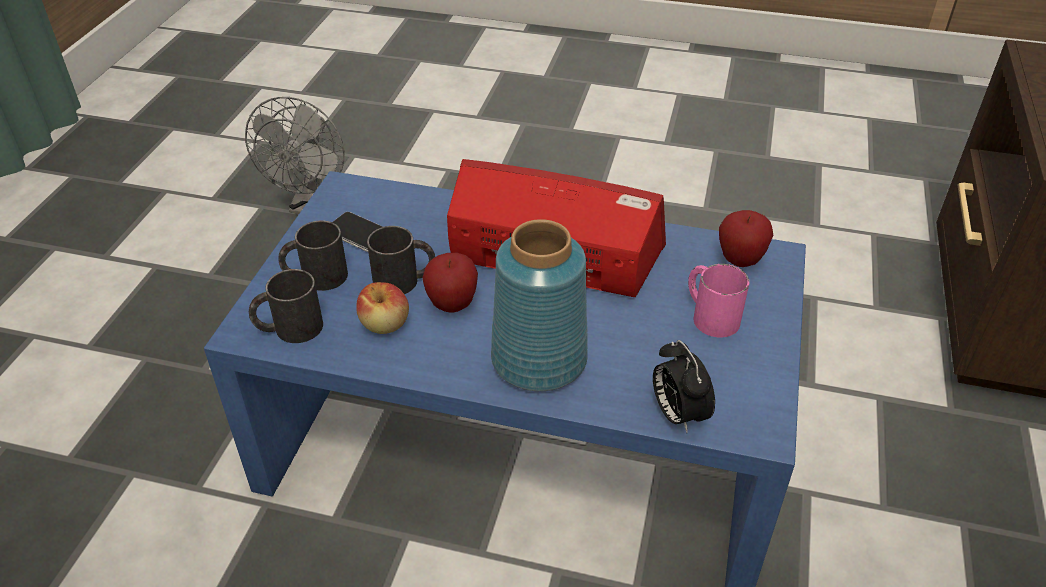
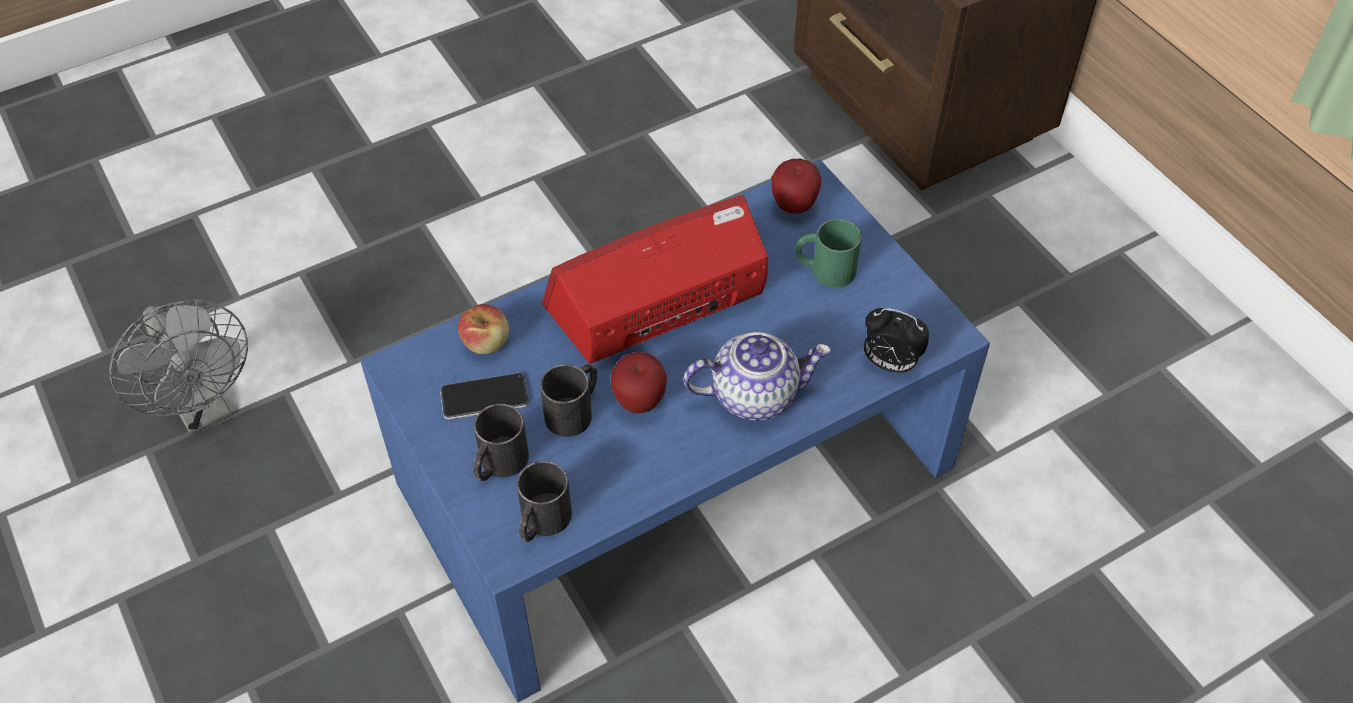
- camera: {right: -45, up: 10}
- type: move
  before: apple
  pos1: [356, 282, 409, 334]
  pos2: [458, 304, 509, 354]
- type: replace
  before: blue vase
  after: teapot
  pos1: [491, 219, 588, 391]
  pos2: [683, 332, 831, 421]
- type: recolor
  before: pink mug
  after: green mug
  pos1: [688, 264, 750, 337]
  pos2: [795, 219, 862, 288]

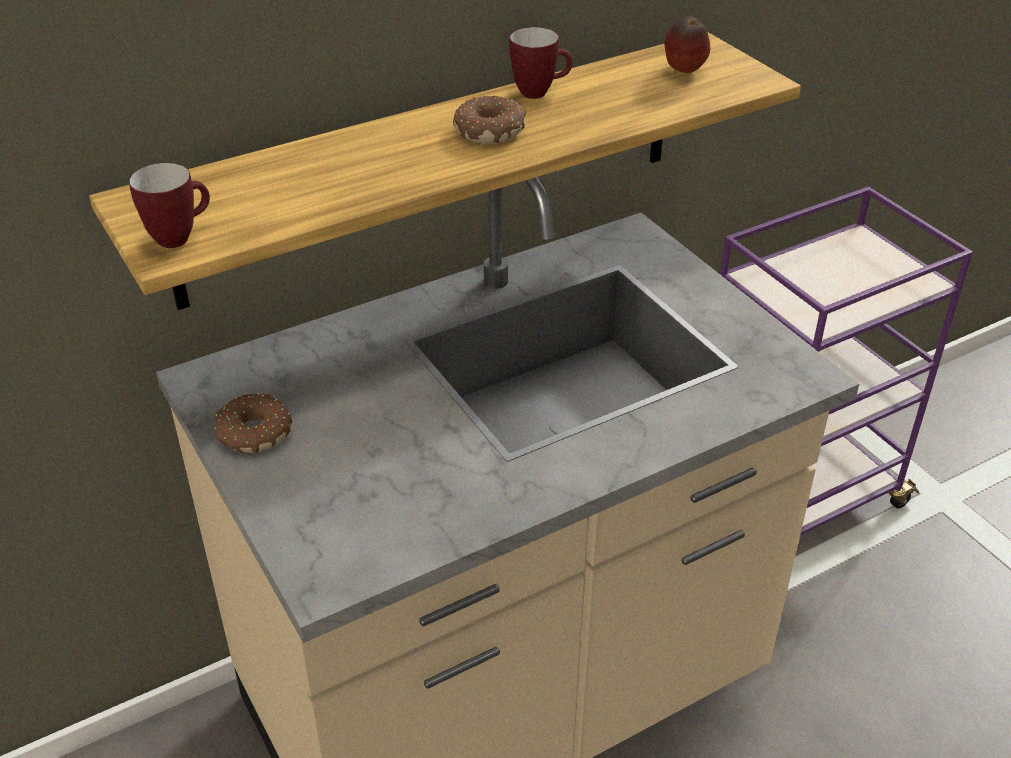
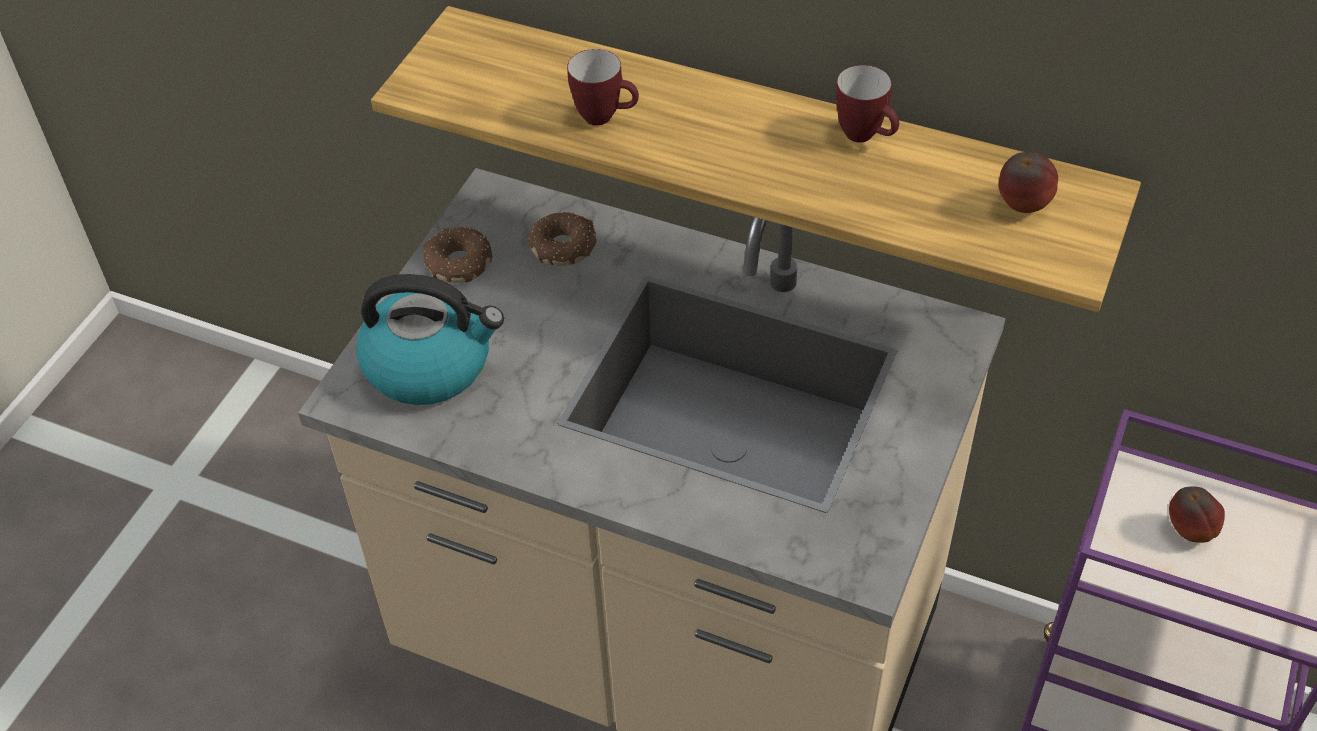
- camera: {right: 55, up: 10}
- type: insert
  after: kettle
  pos2: [356, 274, 504, 405]
- type: move
  before: donut
  pos1: [453, 95, 526, 144]
  pos2: [528, 212, 596, 266]
- type: move
  before: mug
  pos1: [129, 163, 210, 248]
  pos2: [567, 49, 639, 125]
- type: insert
  after: apple
  pos2: [1169, 487, 1225, 543]

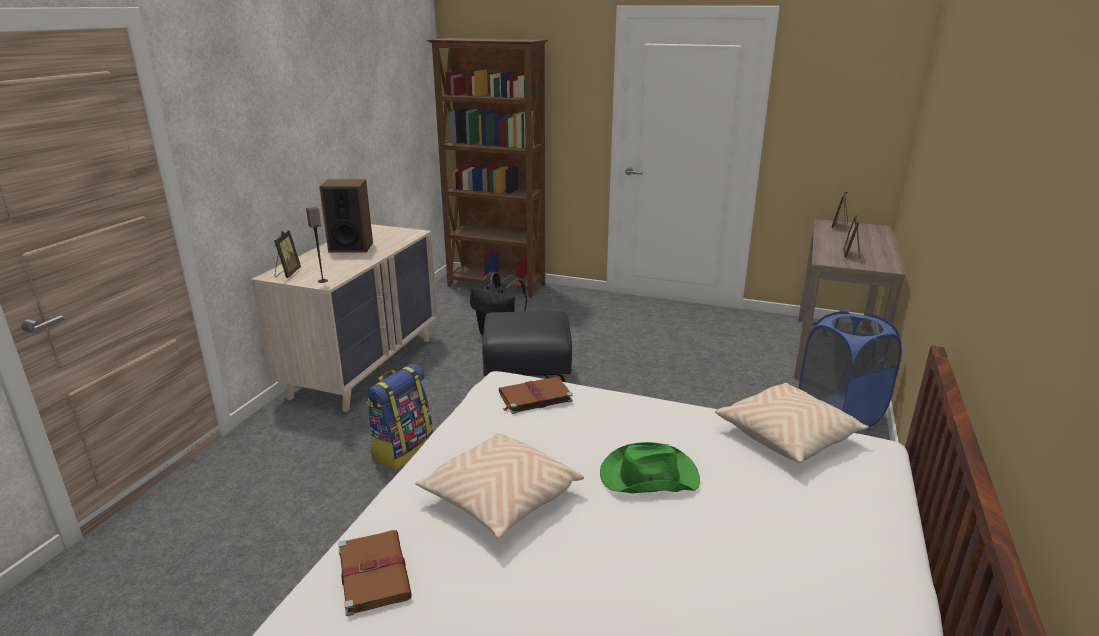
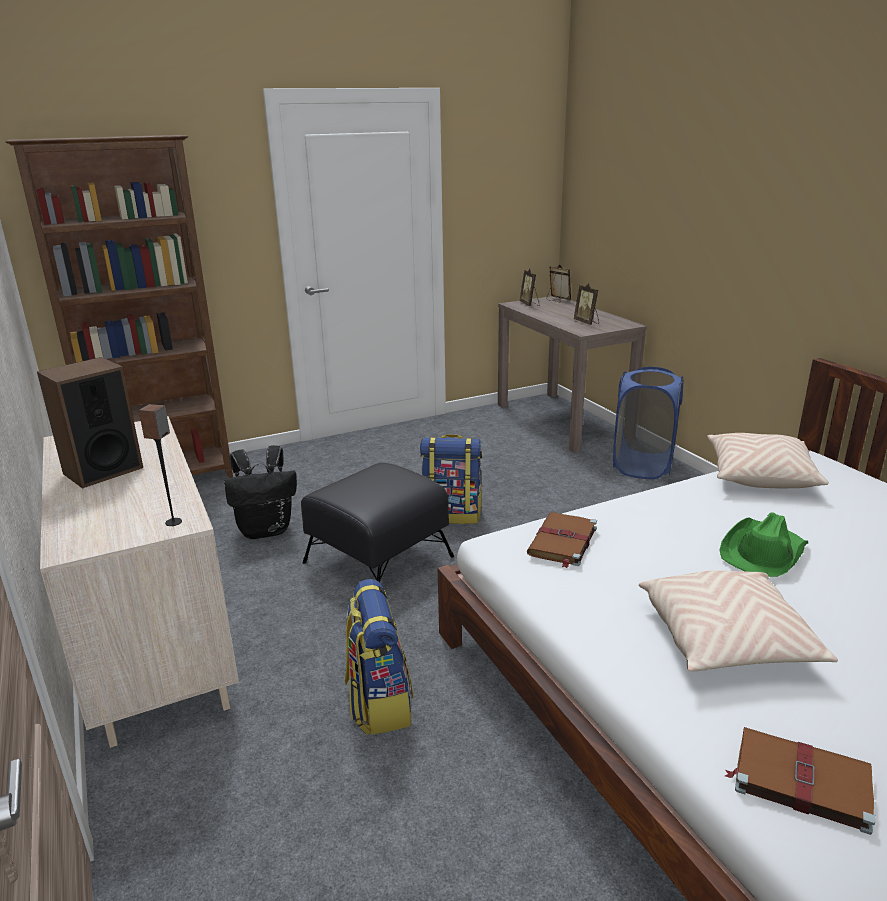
- camera: {right: -45, up: 0}
- type: insert
  after: backpack
  pos2: [420, 434, 482, 524]
- type: move
  before: picture frame
  pos1: [274, 230, 301, 278]
  pos2: [546, 265, 571, 302]

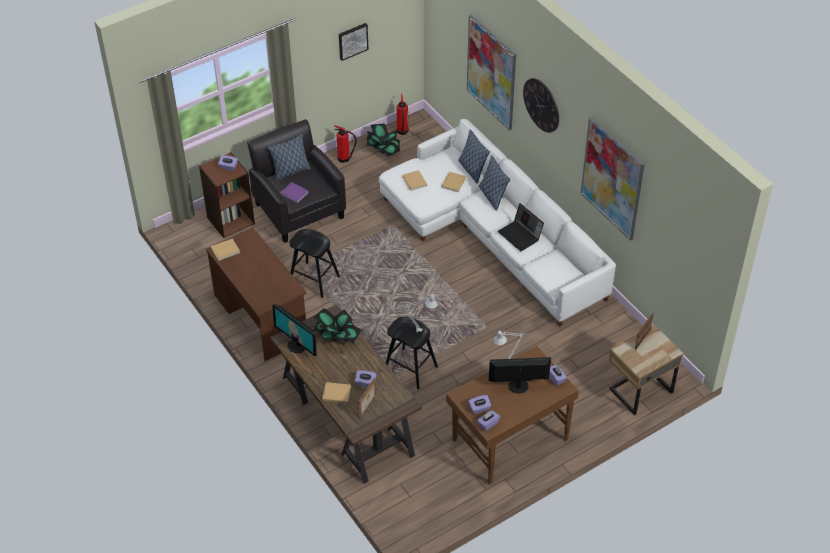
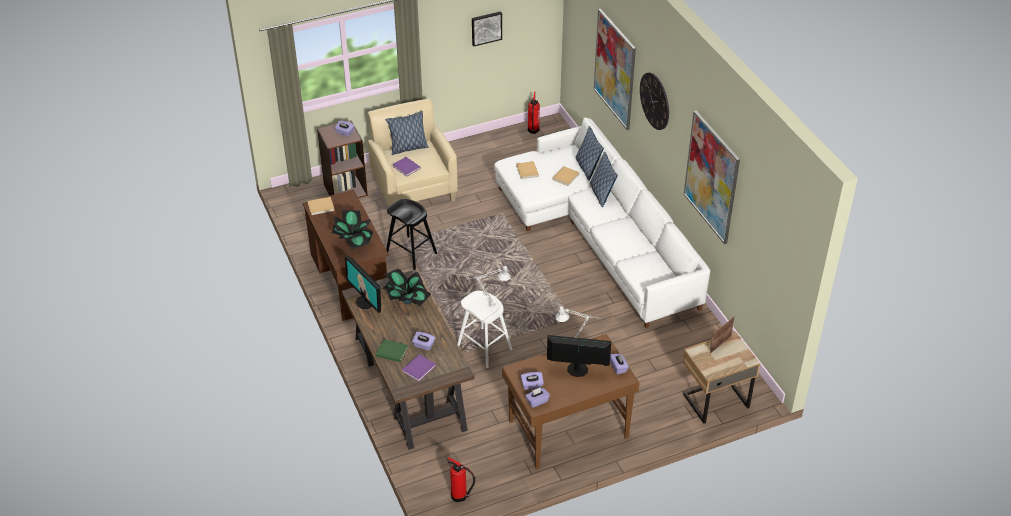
- camera: {right: 10, up: -5}
- type: move
  before: potted plant
  pos1: [367, 123, 401, 157]
  pos2: [332, 210, 373, 250]
- type: recolor
  before: black armchair
  after: beige armchair
  pos1: [247, 119, 346, 243]
  pos2: [368, 99, 458, 207]
- type: recolor
  before: beige book
  after: green book
  pos1: [322, 382, 351, 403]
  pos2: [376, 339, 408, 362]
- type: replace
  before: picture frame
  after: purple book
  pos1: [358, 377, 376, 419]
  pos2: [402, 354, 436, 382]
- type: move
  before: fire extinguisher
  pos1: [334, 125, 357, 163]
  pos2: [447, 457, 475, 502]
- type: recolor
  before: black stool
  after: white stool
  pos1: [386, 317, 438, 389]
  pos2: [457, 291, 512, 368]
- type: delete
  before: laptop
  pos1: [498, 203, 544, 251]

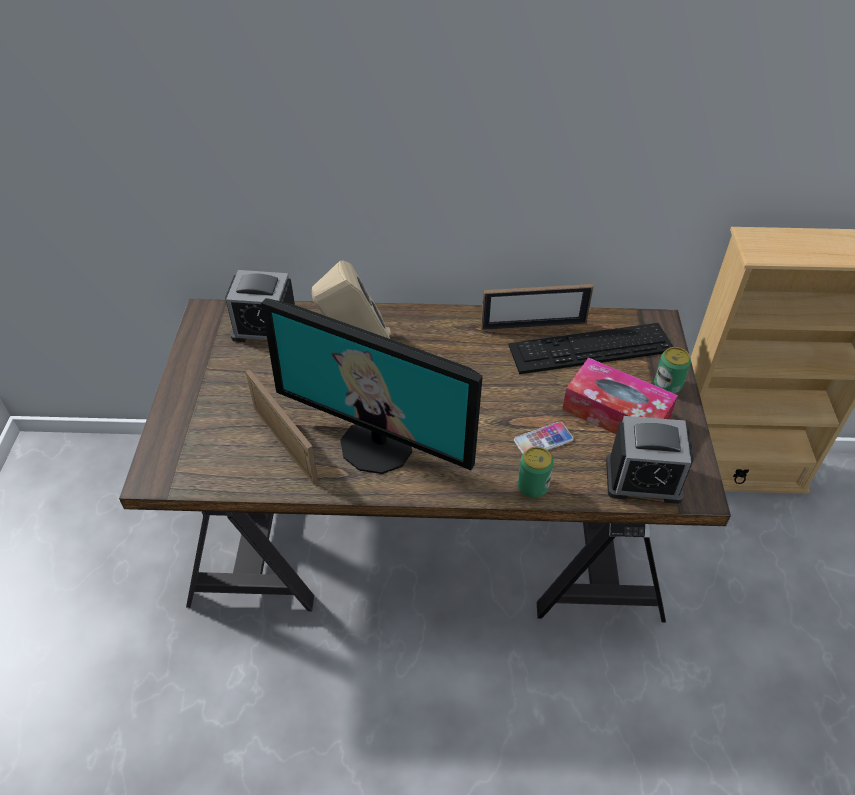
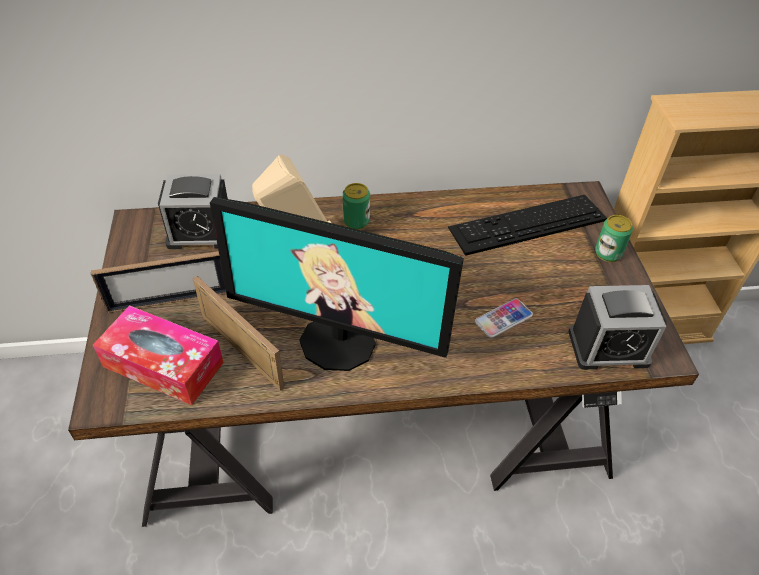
- camera: {right: -10, up: 0}
- type: move
  before: picture frame
  pos1: [481, 284, 593, 331]
  pos2: [91, 251, 226, 313]
- type: move
  before: tissue box
  pos1: [562, 357, 678, 434]
  pos2: [93, 305, 224, 405]
- type: move
  before: can
  pos1: [518, 447, 554, 498]
  pos2: [343, 183, 370, 229]

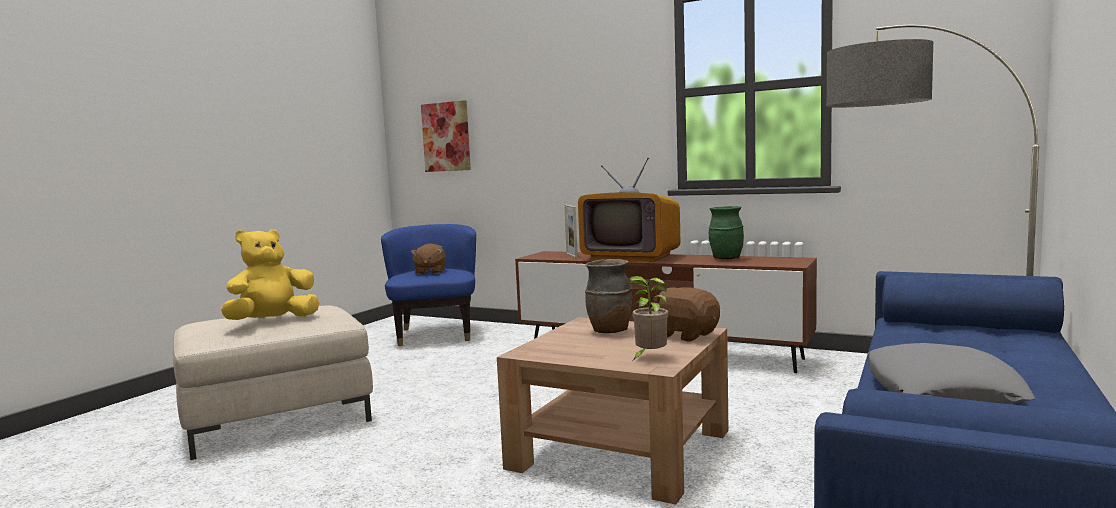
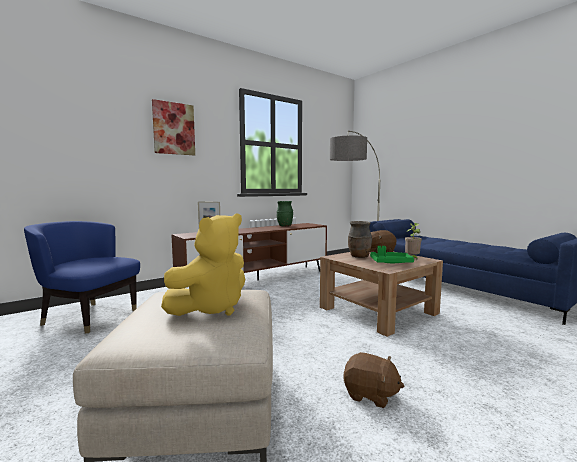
- camera: {right: -65, up: 0}
- type: move
  before: picture
  pos1: [421, 100, 471, 172]
  pos2: [152, 99, 195, 155]
- type: rotate
  before: yellow plush toy
  pos1: [221, 229, 319, 320]
  pos2: [161, 213, 245, 316]
  turn: -120
- type: move
  before: brown plush toy
  pos1: [410, 243, 446, 275]
  pos2: [344, 352, 404, 408]
- type: insert
  after: green tray
  pos2: [370, 246, 414, 263]
- type: delete
  before: television
  pos1: [578, 157, 680, 262]
- type: delete
  before: grey pillow
  pos1: [868, 343, 1036, 404]

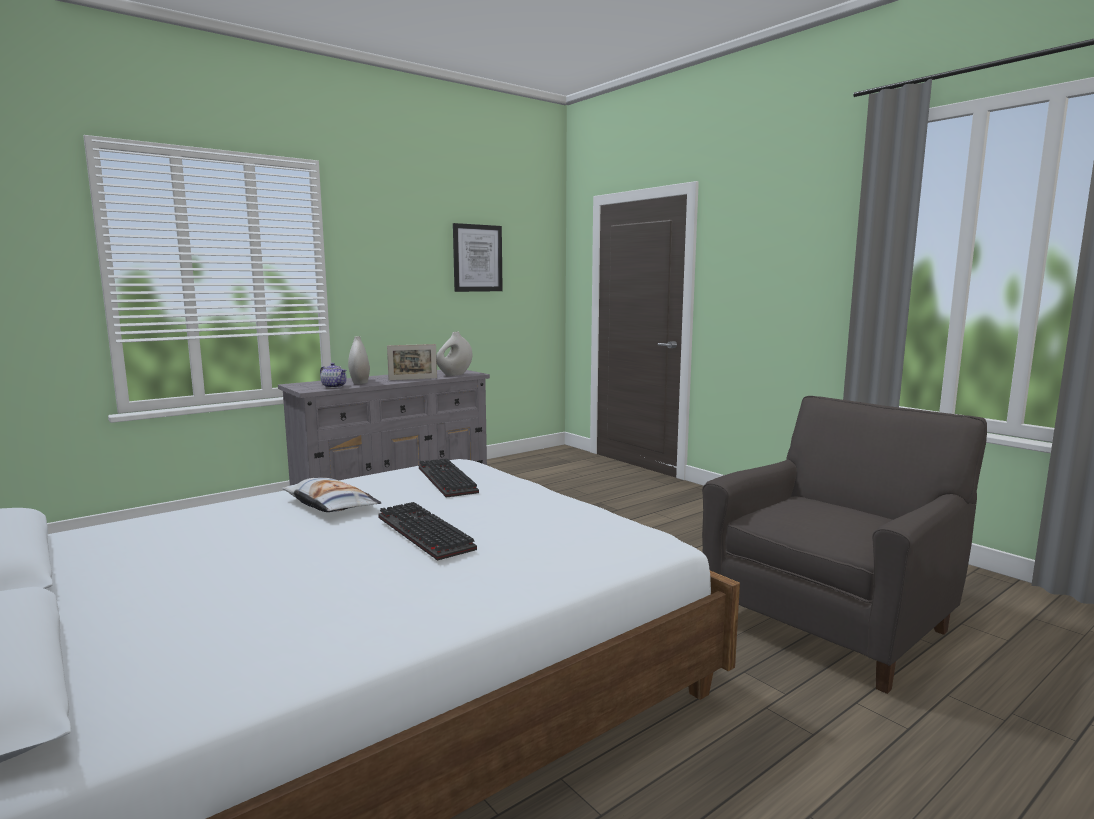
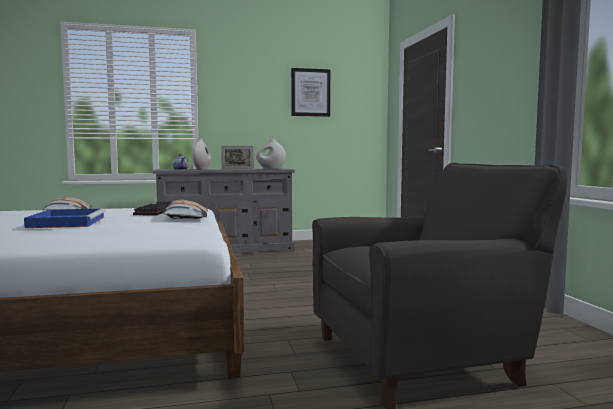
- camera: {right: 25, up: -5}
- type: replace
  before: keyboard
  after: blue tray
  pos1: [378, 502, 477, 561]
  pos2: [24, 208, 106, 228]
- type: insert
  after: pillow
  pos2: [163, 200, 208, 219]

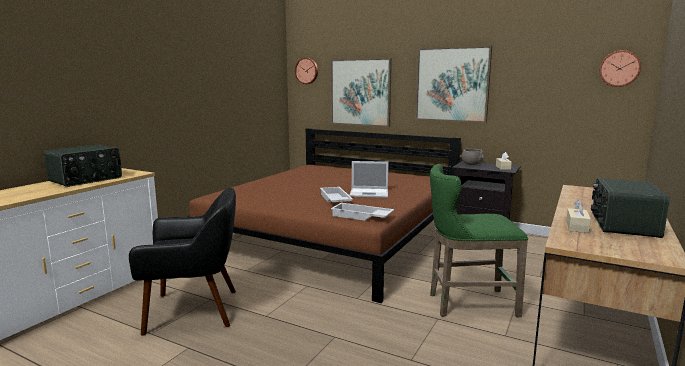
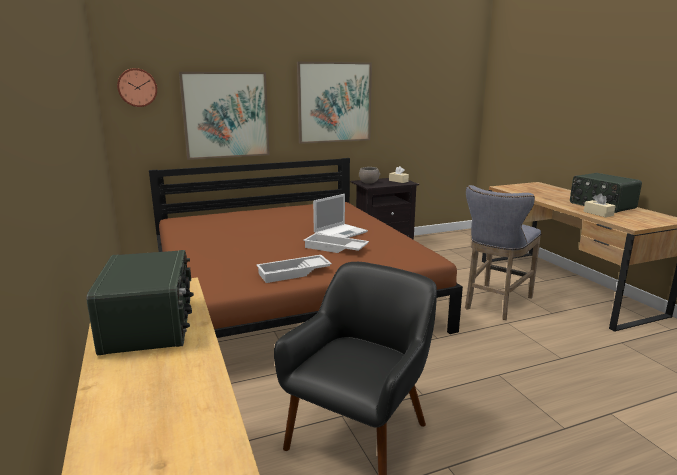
- camera: {right: -50, up: 5}
- type: move
  before: white tray
  pos1: [331, 203, 394, 221]
  pos2: [256, 255, 332, 283]
- type: recolor
  before: green stool
  after: grey stool
  pos1: [430, 164, 528, 317]
  pos2: [465, 185, 541, 320]
- type: delete
  before: wall clock
  pos1: [600, 50, 641, 87]

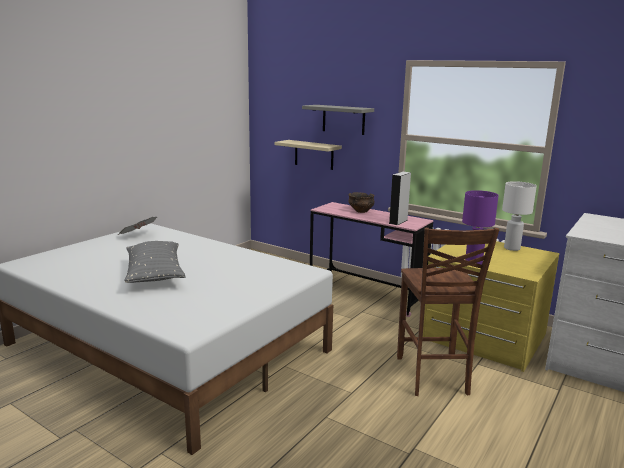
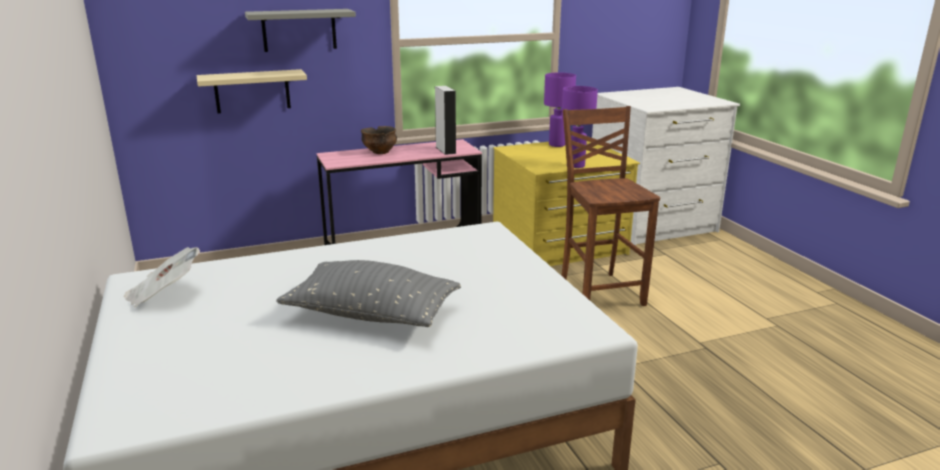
- camera: {right: -55, up: 5}
- type: recolor
  before: white table lamp
  after: purple table lamp
  pos1: [502, 181, 537, 251]
  pos2: [544, 73, 576, 147]
- type: rotate
  before: brown chair
  pos1: [397, 228, 499, 396]
  pos2: [562, 106, 660, 306]
  turn: -135

